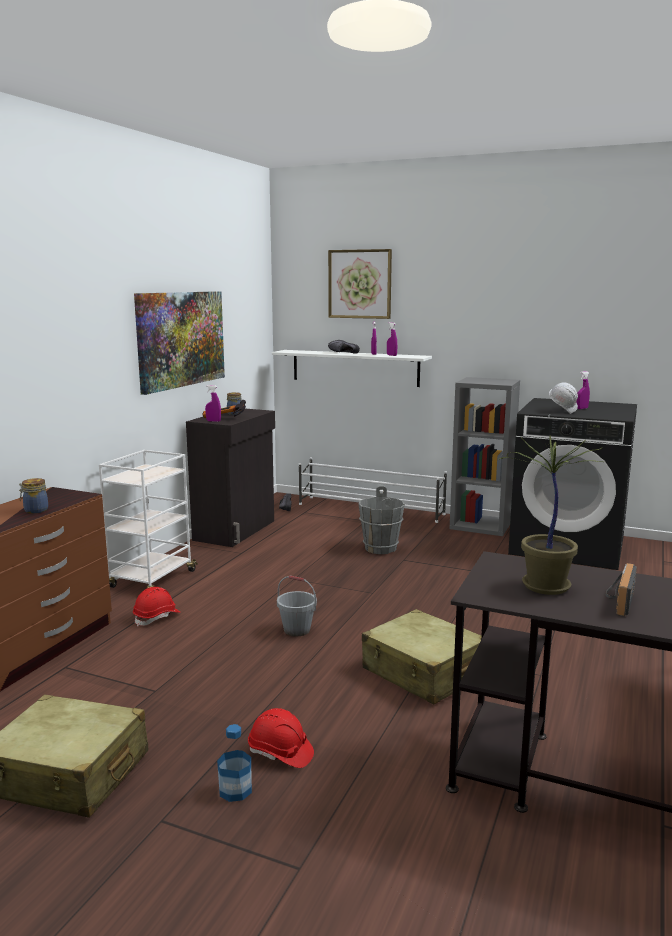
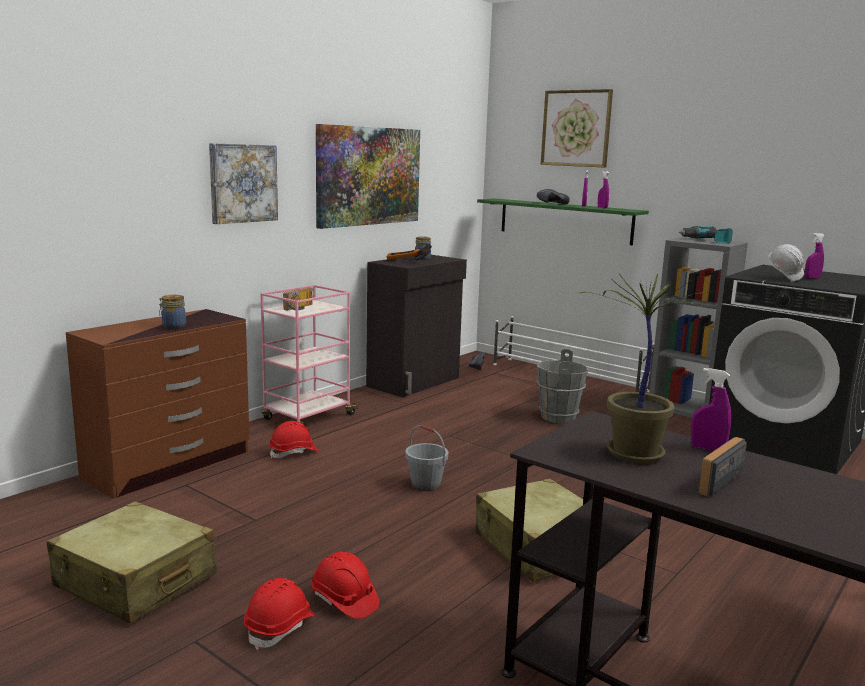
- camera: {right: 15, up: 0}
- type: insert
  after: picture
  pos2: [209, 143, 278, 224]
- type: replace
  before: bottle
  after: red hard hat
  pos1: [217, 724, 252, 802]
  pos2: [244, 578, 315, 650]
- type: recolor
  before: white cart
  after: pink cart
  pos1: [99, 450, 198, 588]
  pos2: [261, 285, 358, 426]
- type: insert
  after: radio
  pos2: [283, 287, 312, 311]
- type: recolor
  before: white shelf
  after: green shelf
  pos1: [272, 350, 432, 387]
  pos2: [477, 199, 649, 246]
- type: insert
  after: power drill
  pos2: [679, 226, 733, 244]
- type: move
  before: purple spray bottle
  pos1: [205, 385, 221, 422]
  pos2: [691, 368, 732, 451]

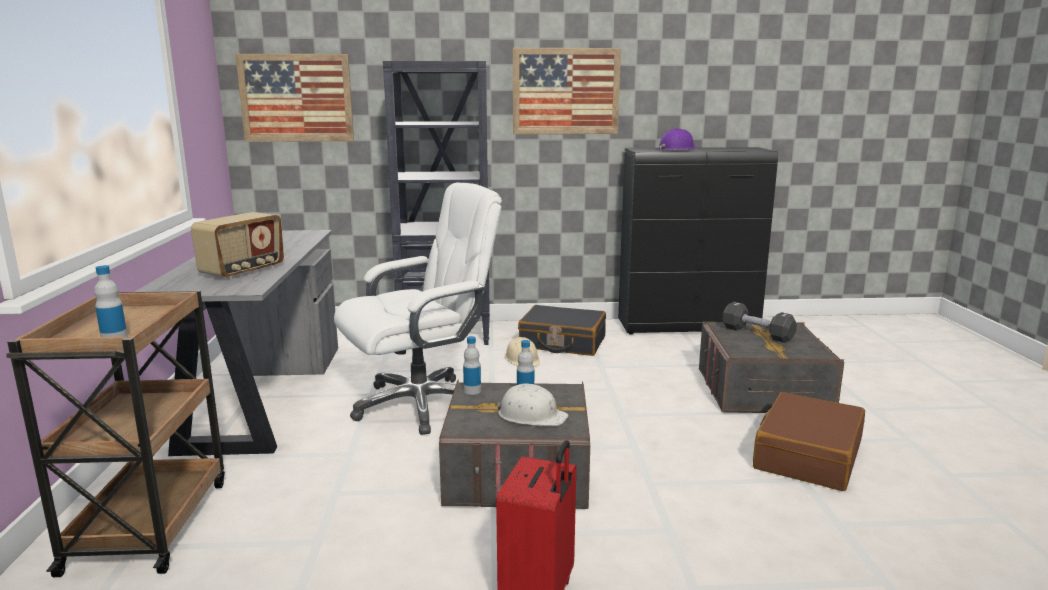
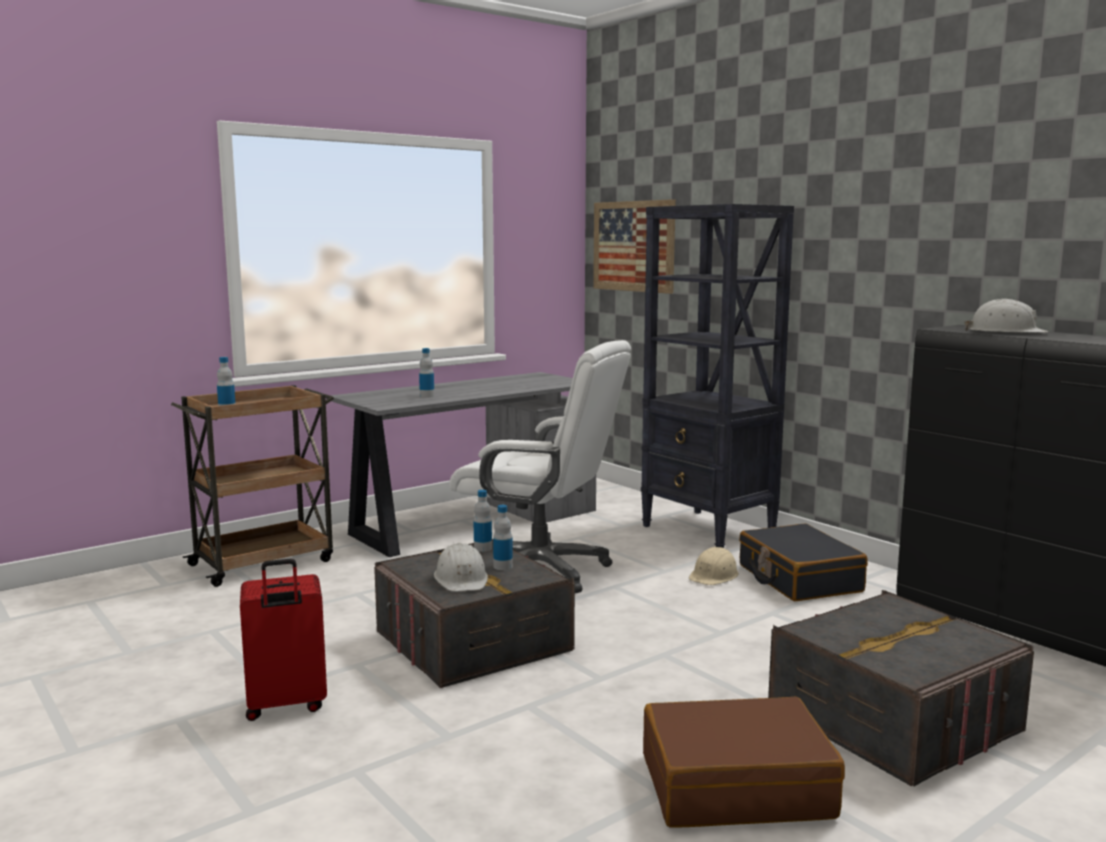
- camera: {right: 55, up: -5}
- type: replace
  before: radio
  after: bottle
  pos1: [191, 212, 284, 279]
  pos2: [419, 348, 434, 398]
- type: recolor
  before: purple hard hat
  after: white hard hat
  pos1: [658, 128, 700, 150]
  pos2: [964, 299, 1048, 333]
- type: delete
  before: picture
  pos1: [513, 48, 621, 134]
- type: delete
  before: black dumbbell
  pos1: [722, 302, 797, 343]

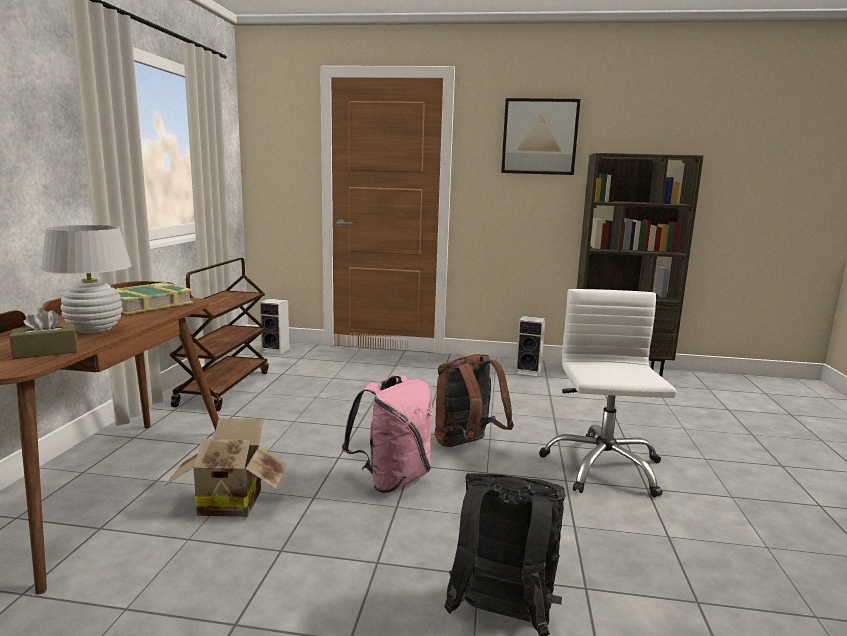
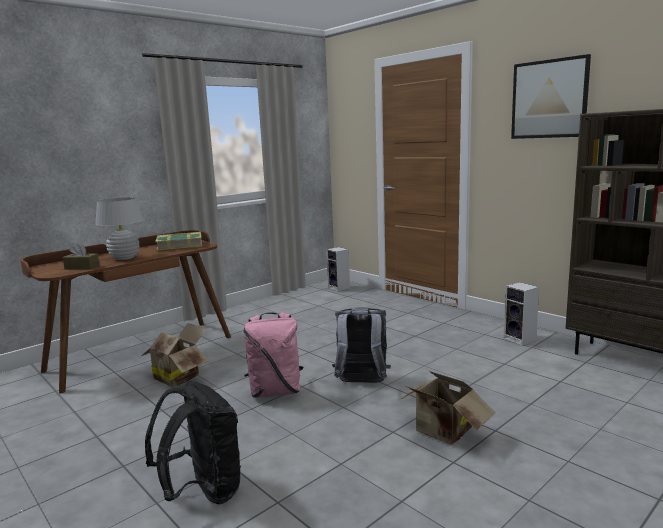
- camera: {right: 40, up: 0}
- type: recolor
  before: brown backpack
  after: grey backpack
  pos1: [435, 354, 514, 447]
  pos2: [332, 307, 391, 383]
- type: replace
  before: white office chair
  after: cardboard box
  pos1: [539, 289, 676, 497]
  pos2: [397, 371, 496, 445]
- type: delete
  before: brown cart
  pos1: [170, 258, 268, 411]

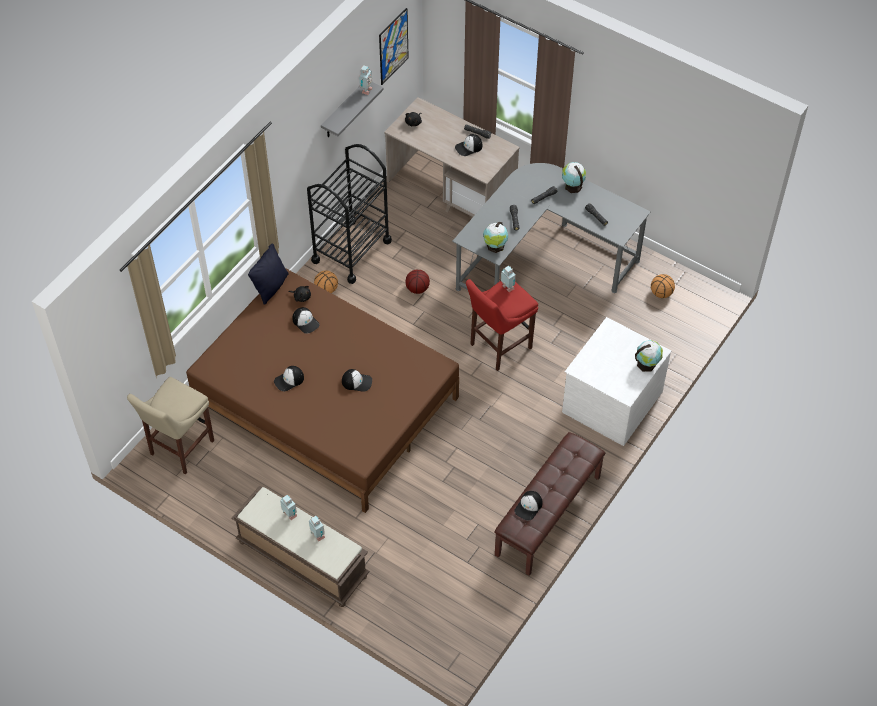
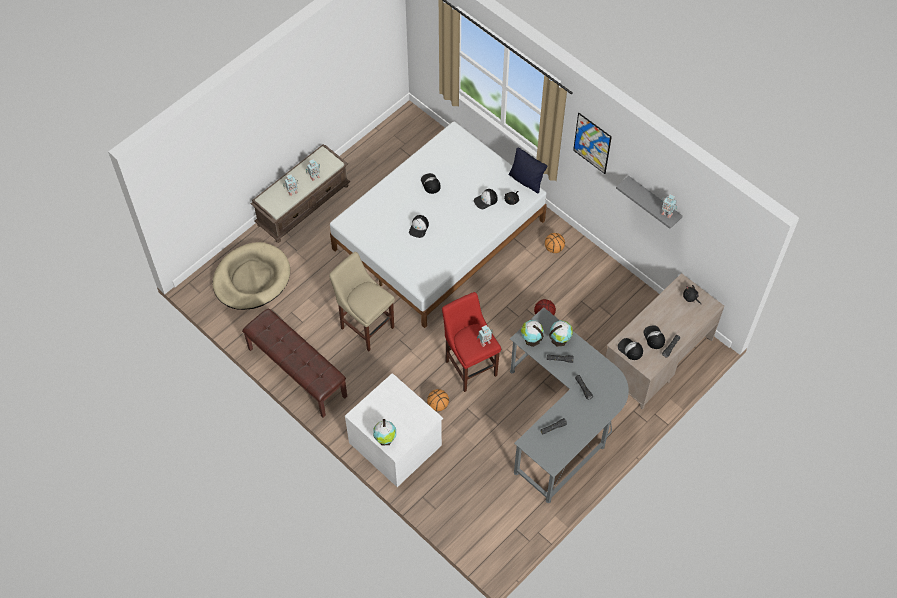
- camera: {right: 100, up: 5}
- type: insert
  after: beige dog bed
  pos2: [213, 242, 290, 310]
- type: move
  before: beige stool
  pos1: [127, 377, 214, 475]
  pos2: [329, 252, 395, 351]
- type: recolor
  before: brown bed
  after: white bed
  pos1: [186, 268, 459, 513]
  pos2: [330, 121, 547, 328]
- type: move
  before: basketball
  pos1: [651, 274, 675, 298]
  pos2: [427, 389, 449, 411]
- type: move
  before: globe
  pos1: [562, 162, 586, 193]
  pos2: [549, 320, 573, 347]
- type: move
  before: picture
  pos1: [379, 8, 409, 85]
  pos2: [573, 113, 612, 174]
- type: move
  before: cap
  pos1: [514, 491, 542, 520]
  pos2: [618, 338, 643, 360]
- type: delete
  before: black cart
  pos1: [307, 144, 392, 284]

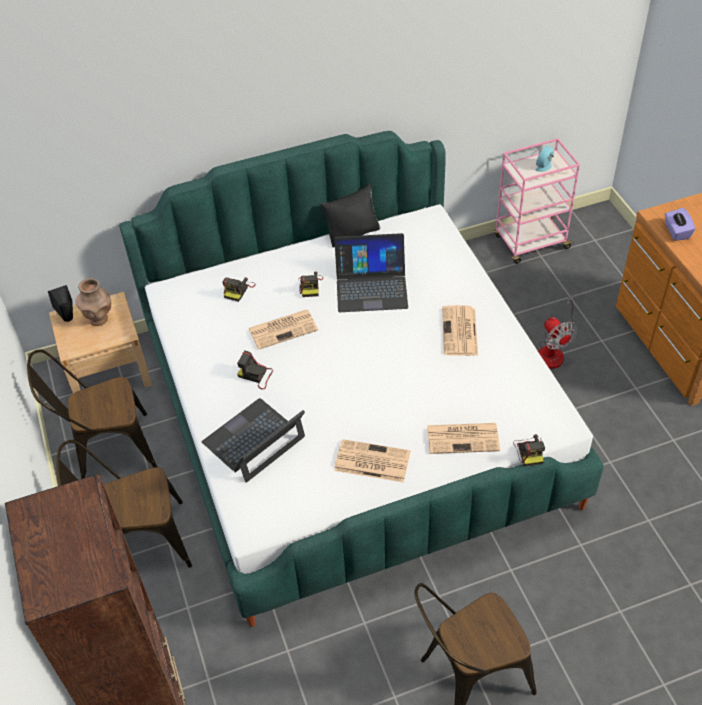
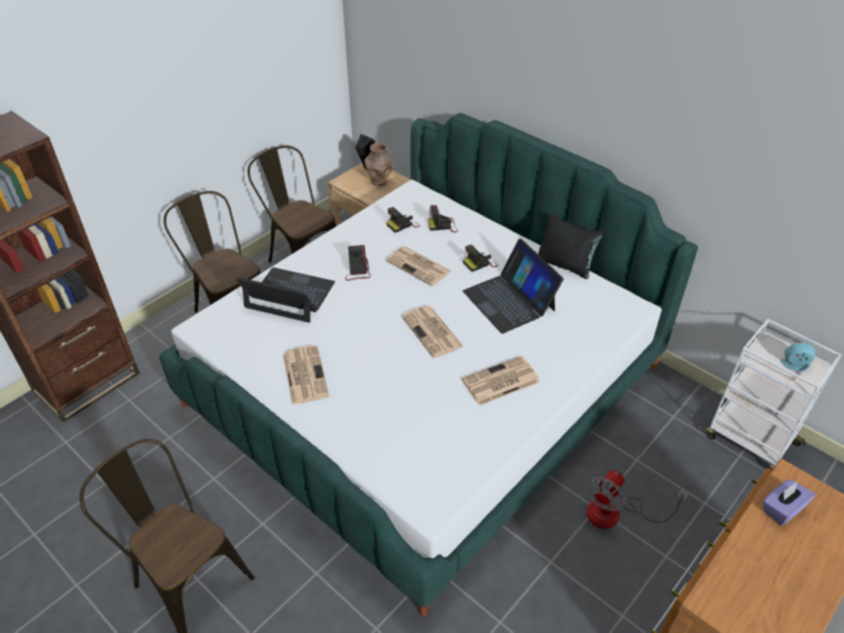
- camera: {right: 60, up: -5}
- type: move
  before: photo camera
  pos1: [513, 434, 545, 466]
  pos2: [386, 207, 420, 233]
- type: move
  before: newspaper
  pos1: [427, 423, 500, 454]
  pos2: [402, 306, 464, 358]
- type: recolor
  before: pink cart
  after: white cart
  pos1: [494, 138, 580, 264]
  pos2: [706, 319, 842, 470]

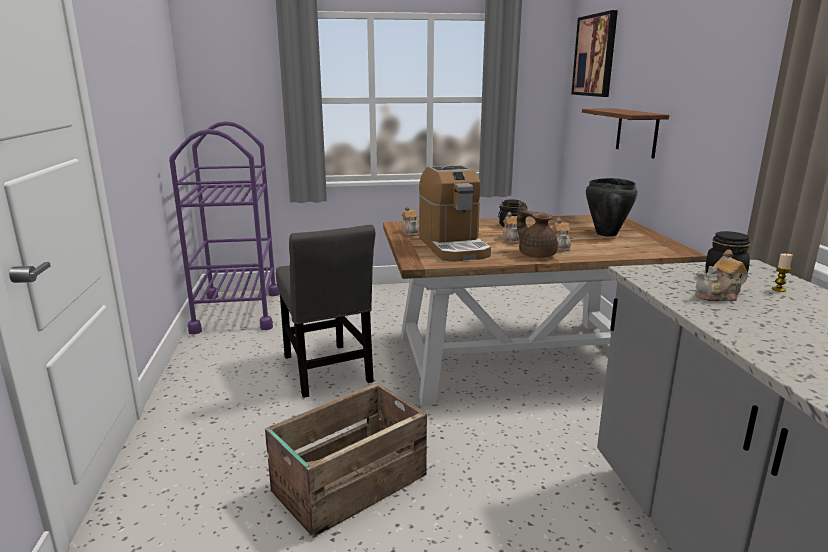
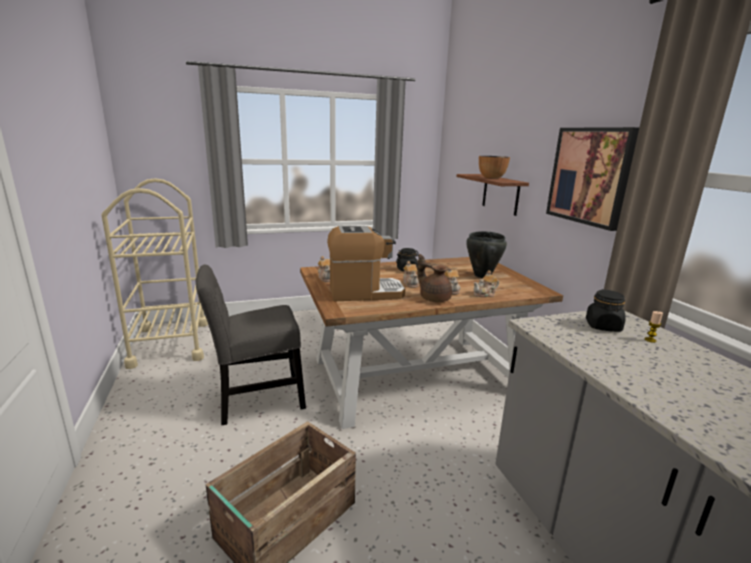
- camera: {right: -10, up: 0}
- type: recolor
  before: purple cart
  after: beige cart
  pos1: [169, 121, 280, 334]
  pos2: [102, 178, 208, 369]
- type: rotate
  before: grey chair
  pos1: [276, 225, 375, 398]
  pos2: [196, 264, 306, 425]
  turn: 105
- type: rotate
  before: coffee machine
  pos1: [419, 165, 491, 262]
  pos2: [327, 226, 405, 301]
  turn: -75
- type: move
  before: teapot
  pos1: [695, 250, 748, 301]
  pos2: [473, 270, 499, 297]
- type: insert
  after: bowl
  pos2: [479, 156, 510, 179]
- type: move
  before: picture
  pos1: [571, 10, 618, 97]
  pos2: [546, 127, 639, 231]

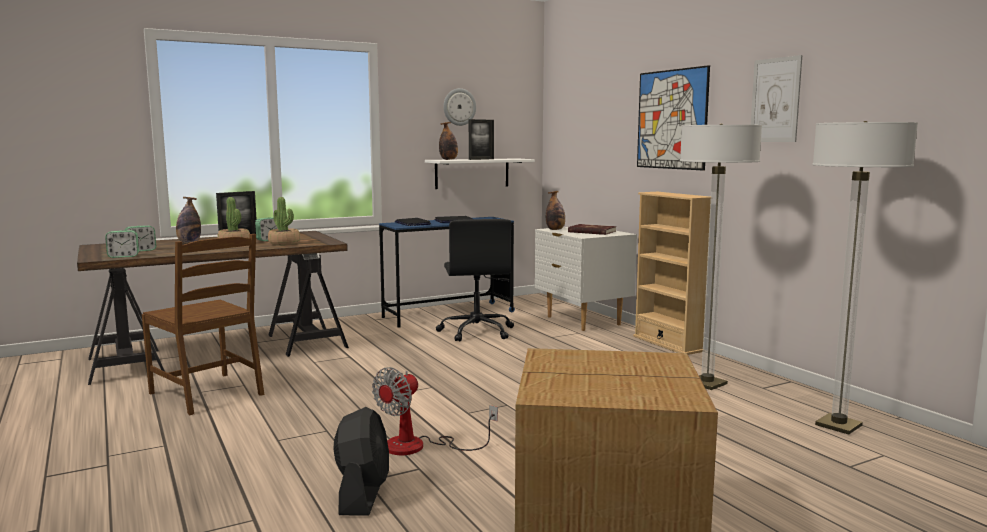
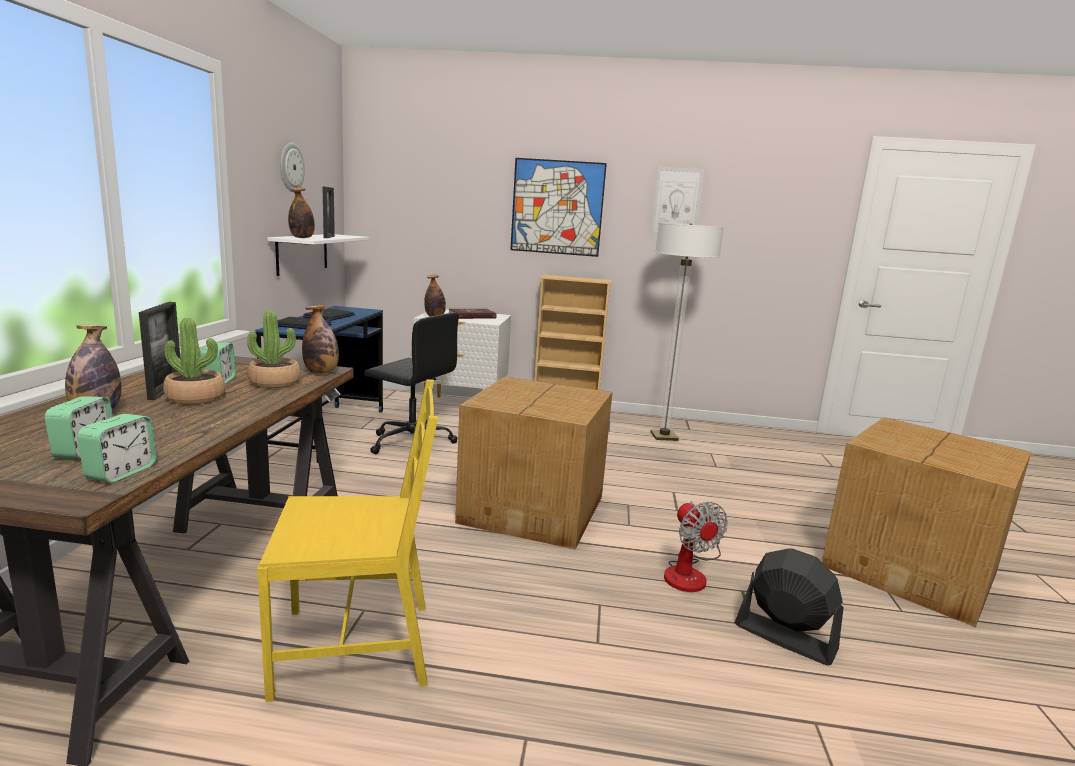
- camera: {right: -55, up: 5}
- type: recolor
  before: brown chair
  after: yellow chair
  pos1: [142, 234, 264, 415]
  pos2: [257, 379, 438, 702]
- type: insert
  after: bottle
  pos2: [302, 305, 339, 374]
- type: insert
  after: cardboard box
  pos2: [455, 377, 612, 549]
- type: delete
  before: floor lamp
  pos1: [812, 121, 918, 434]

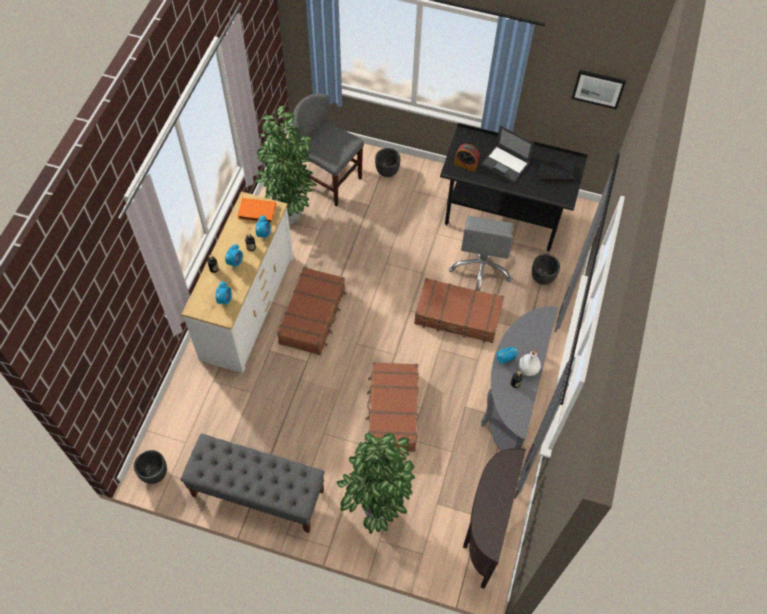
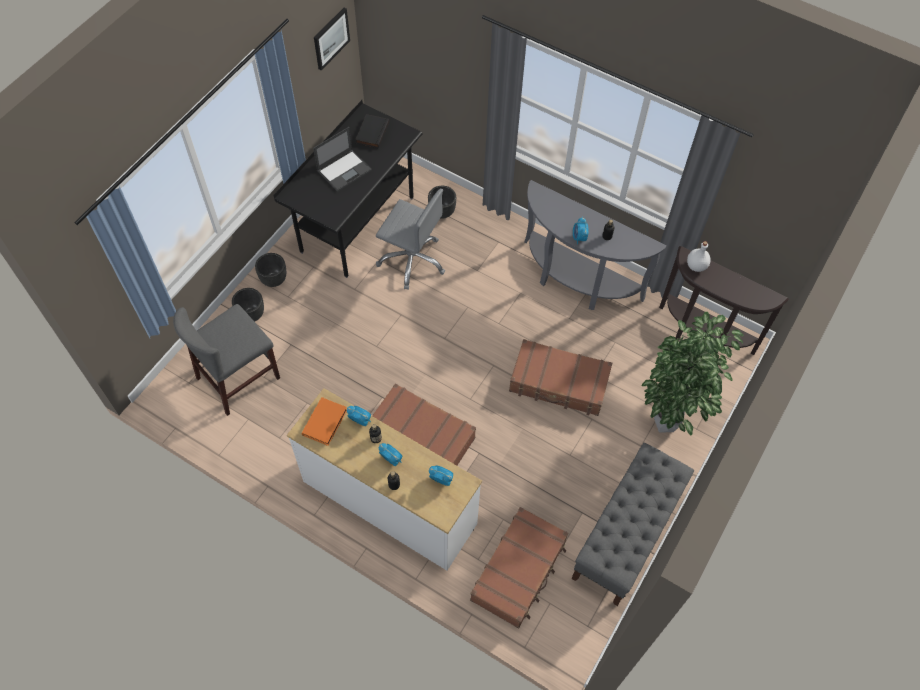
- camera: {right: -75, up: 0}
- type: move
  before: black planter
  pos1: [134, 450, 167, 484]
  pos2: [255, 253, 286, 287]
- type: move
  before: brown suitcase
  pos1: [414, 278, 504, 343]
  pos2: [470, 507, 568, 628]
- type: move
  before: white bottle
  pos1: [519, 350, 541, 376]
  pos2: [687, 241, 711, 272]
- type: delete
  before: potted plant
  pos1: [255, 106, 317, 225]
- type: delete
  before: alarm clock
  pos1: [455, 144, 480, 172]

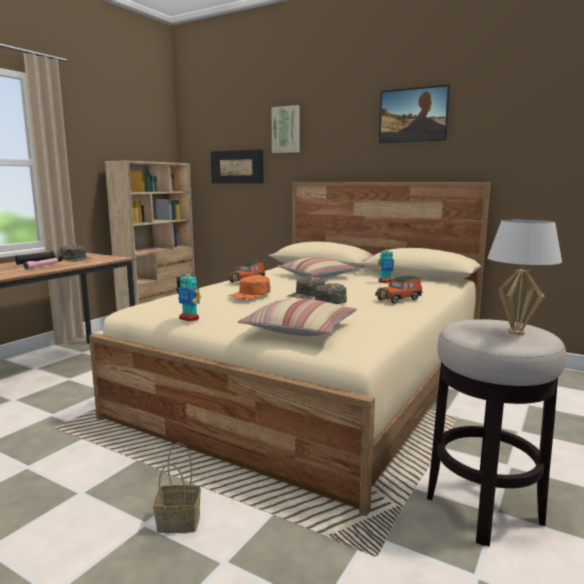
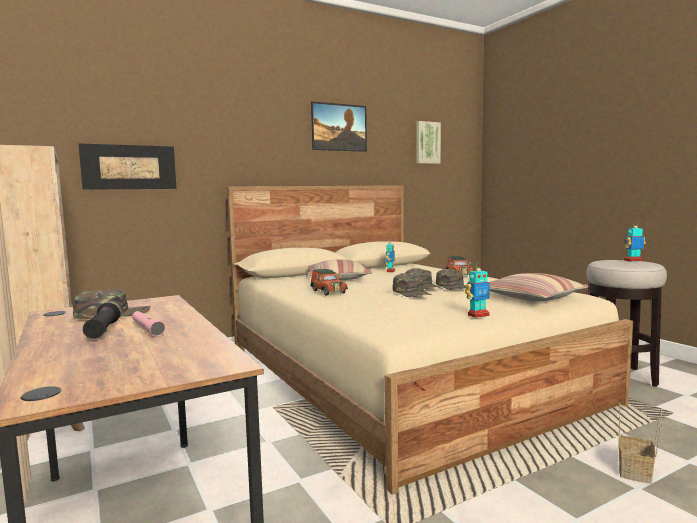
- camera: {right: -60, up: -5}
- type: recolor
  before: orange cap
  after: green cap
  pos1: [228, 275, 270, 299]
  pos2: [393, 273, 432, 297]
- type: move
  before: picture
  pos1: [272, 105, 300, 153]
  pos2: [416, 121, 441, 164]
- type: replace
  before: white table lamp
  after: toy robot
  pos1: [487, 220, 562, 335]
  pos2: [624, 223, 646, 262]

